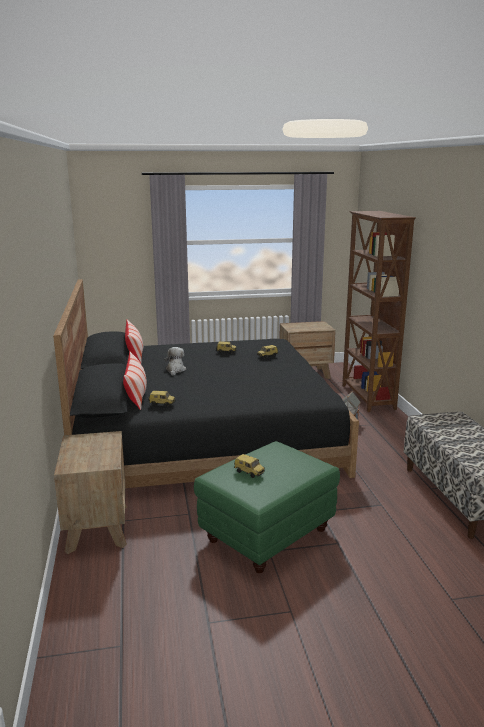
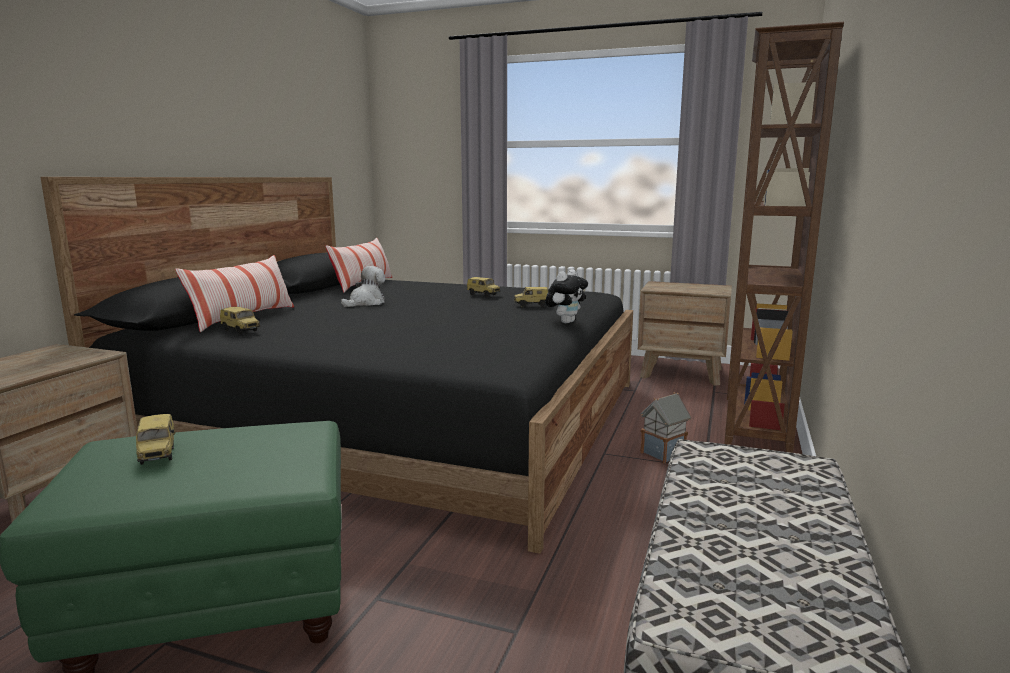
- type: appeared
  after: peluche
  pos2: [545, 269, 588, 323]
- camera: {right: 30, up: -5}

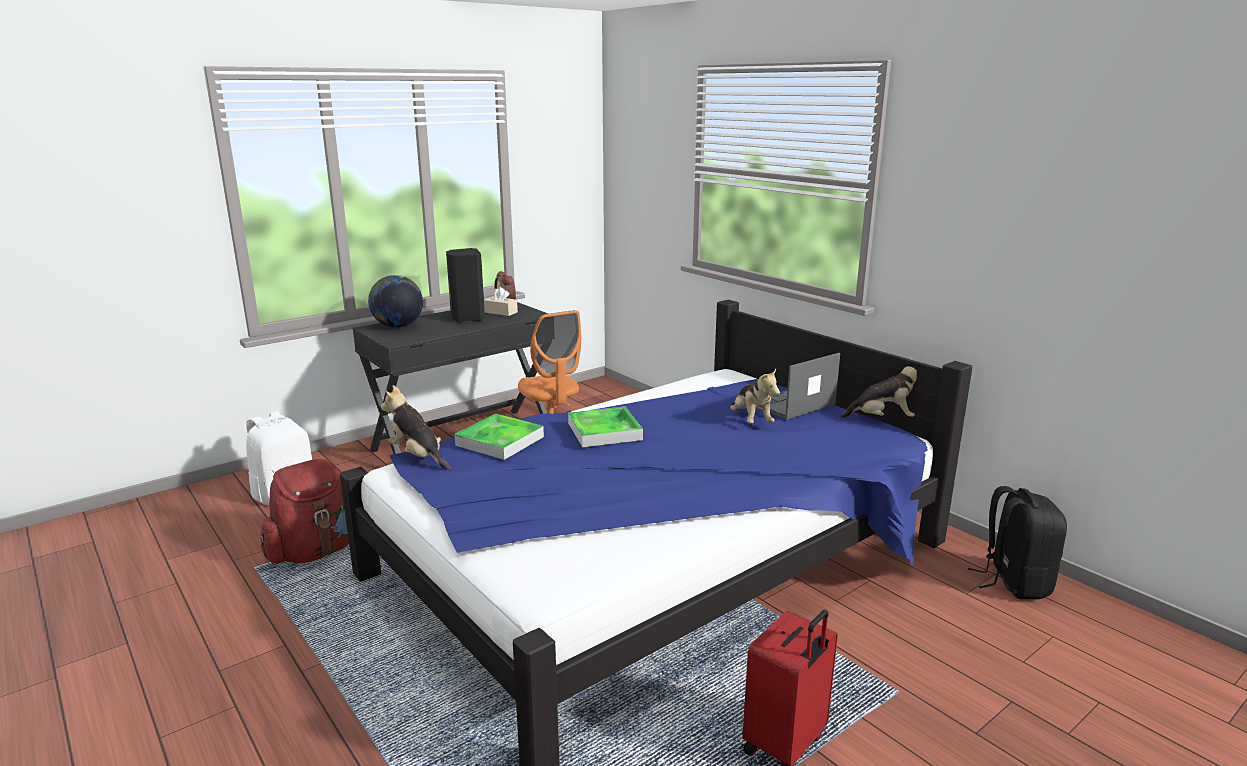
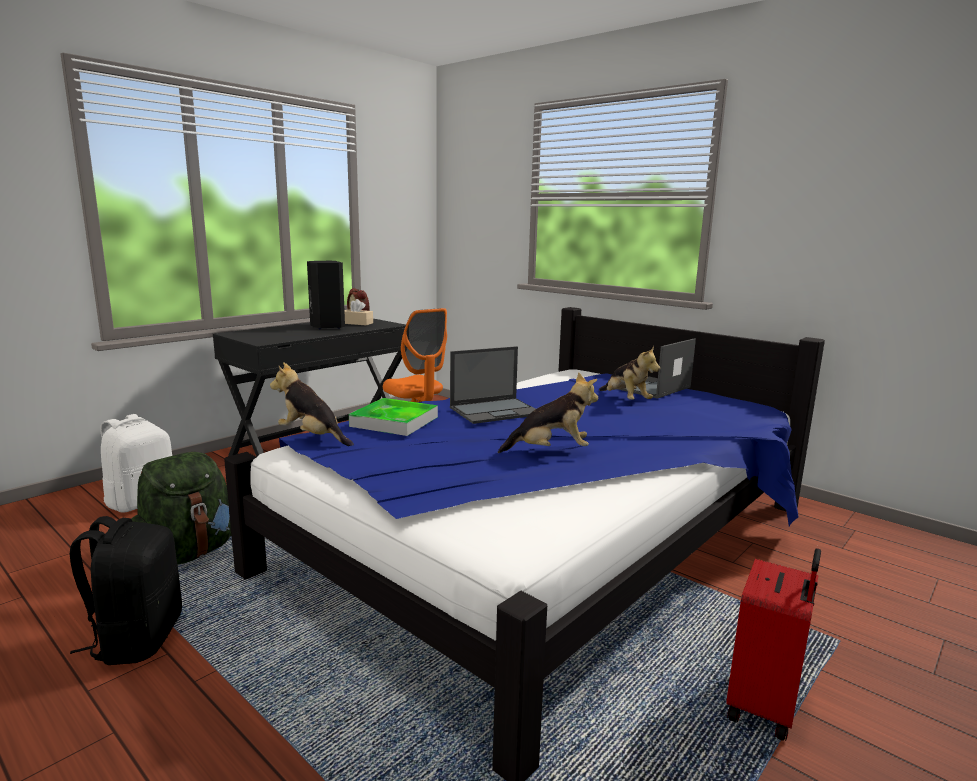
- type: colour
  before: sac à dos/rouge
  after: sac à dos/vert
  pos1: [260, 459, 349, 564]
  pos2: [131, 452, 231, 565]
- type: missing
  before: globe
  pos1: [368, 275, 423, 328]
- type: exchanged
  before: plateau
  after: ordinateur portable
  pos1: [568, 406, 643, 448]
  pos2: [450, 346, 535, 424]
- type: relocated
  before: peluche
  pos1: [839, 357, 917, 419]
  pos2: [498, 372, 598, 453]
- type: relocated
  before: sac à dos/noir
  pos1: [968, 486, 1067, 599]
  pos2: [70, 516, 182, 665]
- camera: {right: -10, up: -5}

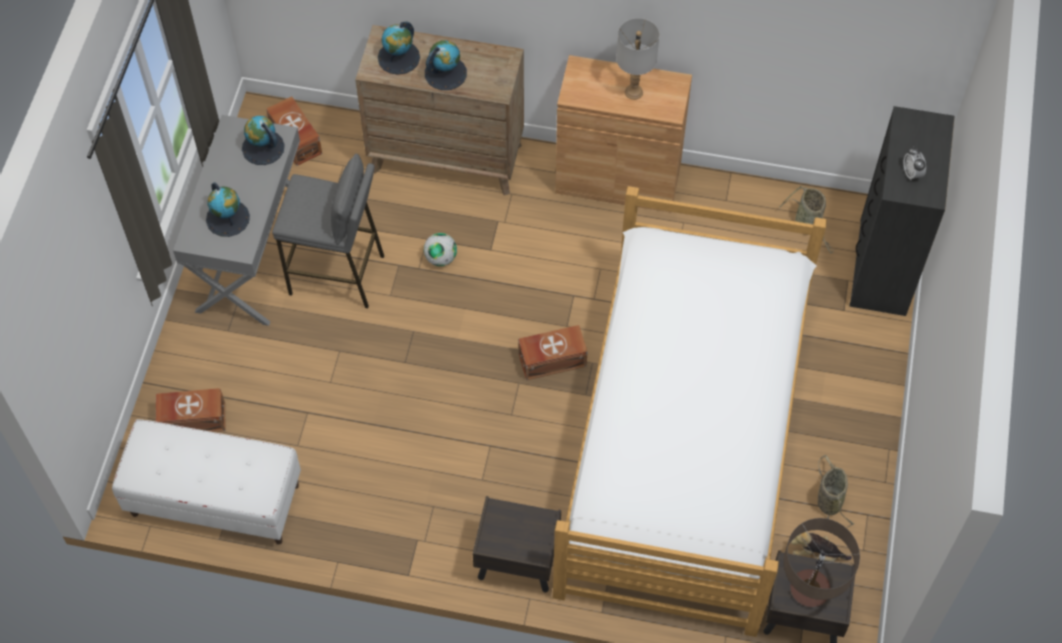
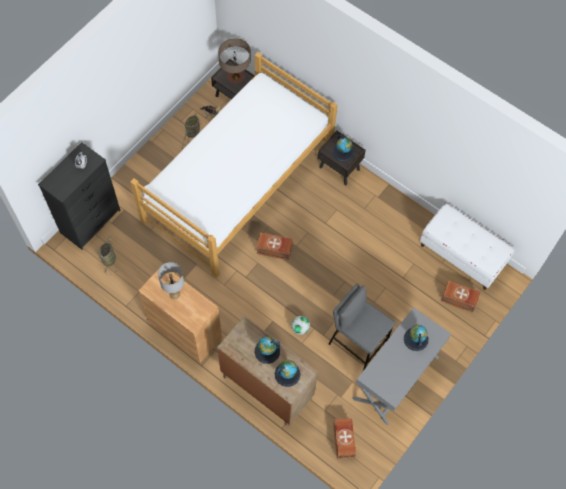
- type: relocated
  before: globe
  pos1: [242, 116, 285, 165]
  pos2: [332, 135, 354, 162]
- camera: {right: -155, up: 5}

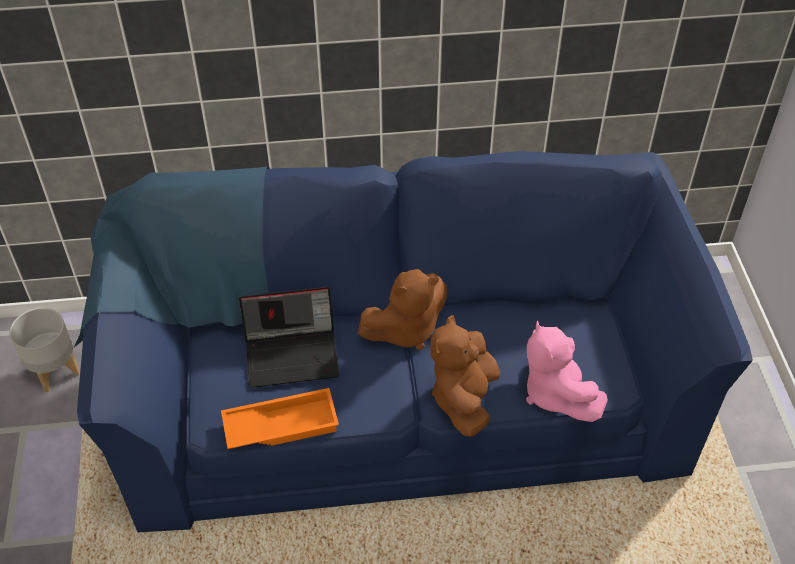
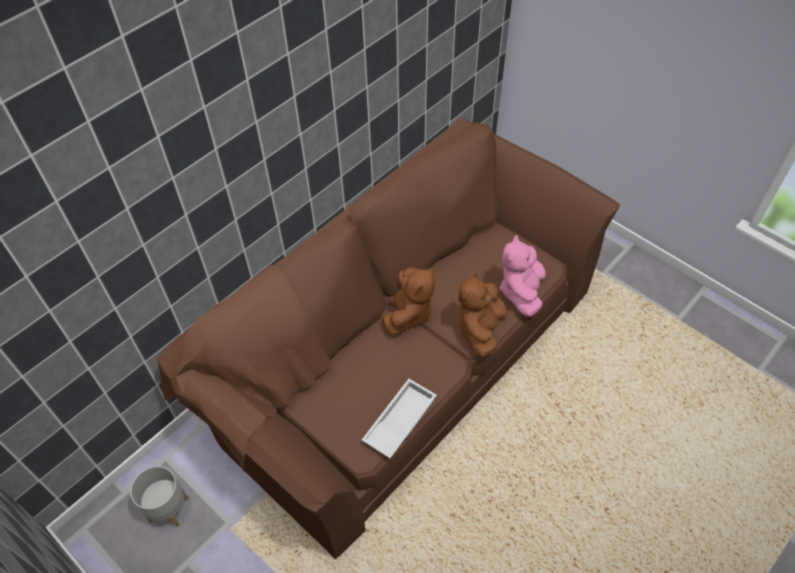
- type: colour
  before: canapé/bleu
  after: canapé/marron
  pos1: [74, 151, 753, 532]
  pos2: [157, 118, 621, 559]
- type: colour
  before: plateau/orange
  after: plateau/blanc
  pos1: [221, 388, 339, 449]
  pos2: [362, 379, 437, 458]
- type: missing
  before: ordinateur portable
  pos1: [239, 287, 339, 388]
- type: spun
  before: peluche/marron
  pos1: [430, 315, 500, 437]
  pos2: [458, 272, 507, 357]
  turn: 45
- type: spun
  before: peluche/rose
  pos1: [526, 320, 608, 422]
  pos2: [500, 235, 546, 317]
  turn: 75
- camera: {right: -40, up: 5}

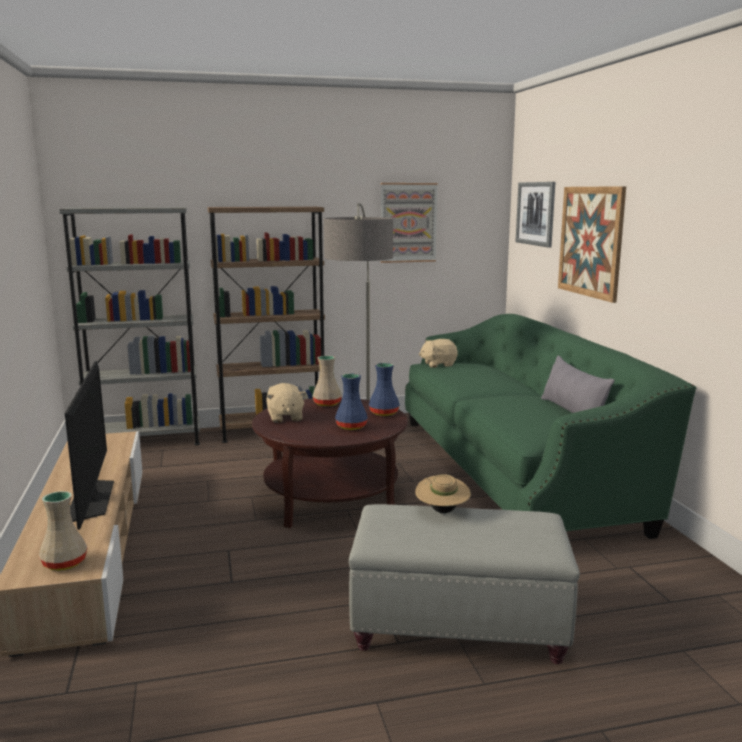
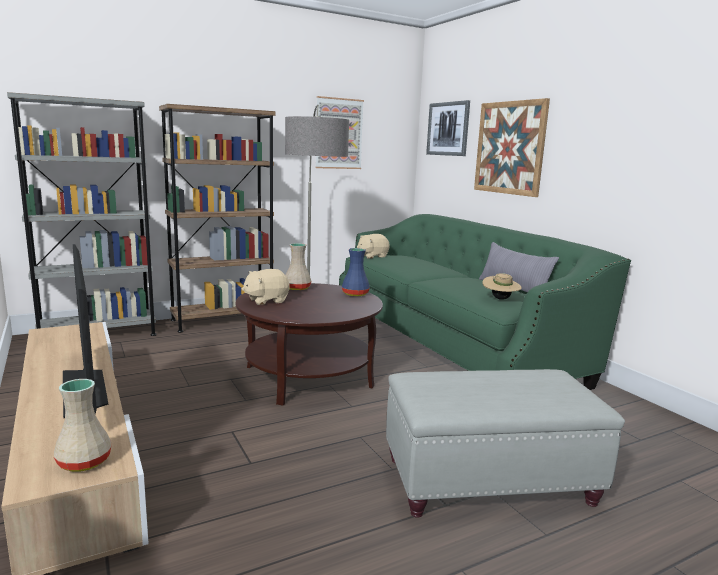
- type: spun
  before: peluche/beige
  pos1: [266, 383, 306, 423]
  pos2: [242, 269, 290, 305]
  turn: 90
- type: missing
  before: vase/bleu
  pos1: [335, 373, 368, 430]
- type: relocated
  before: chapeau/beige
  pos1: [415, 474, 471, 513]
  pos2: [482, 273, 522, 300]
- camera: {right: -15, up: 0}

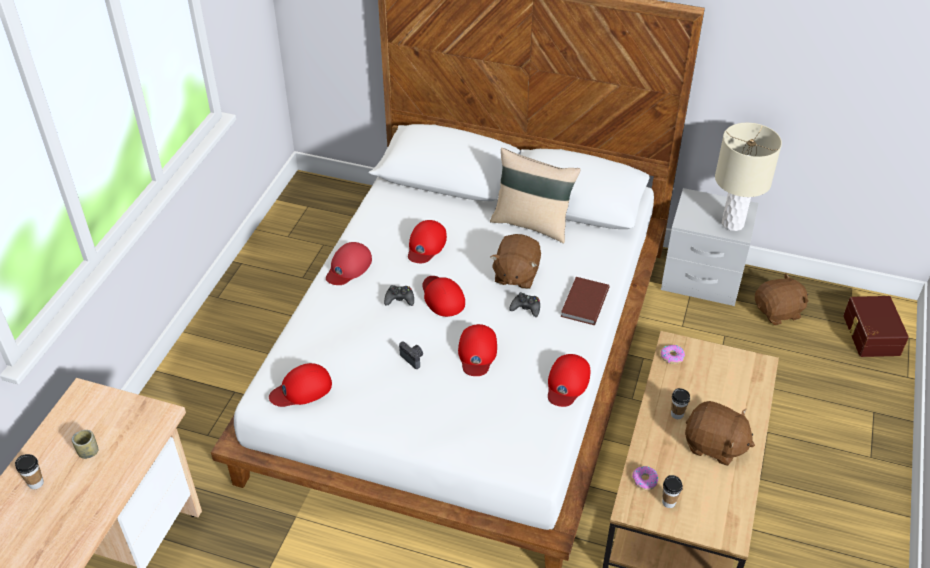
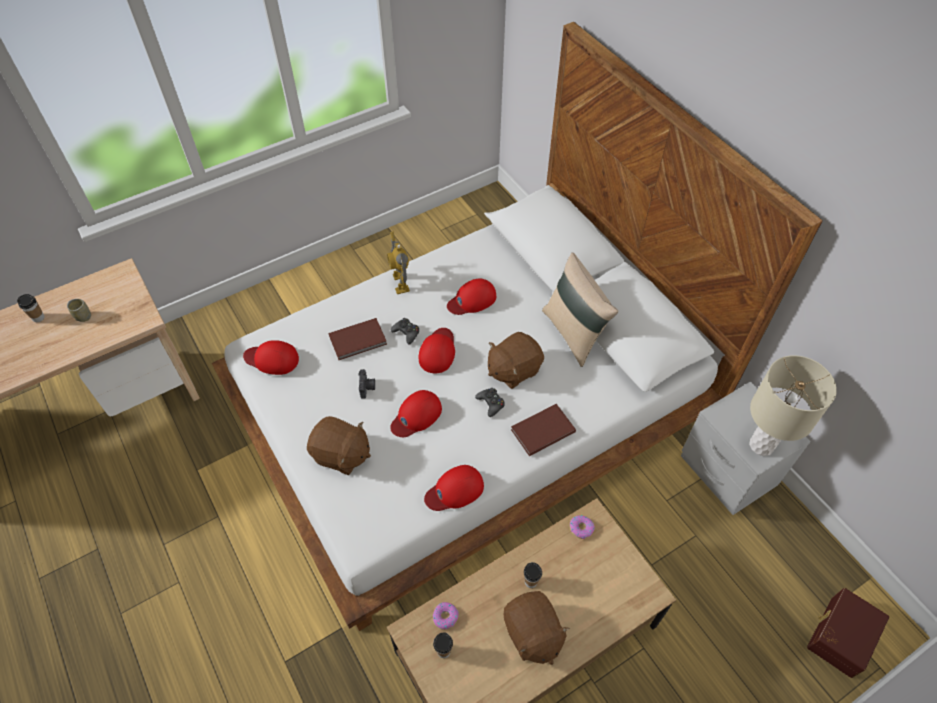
- type: exchanged
  before: casquette/rouge
  after: robot jouet
  pos1: [326, 242, 372, 285]
  pos2: [387, 231, 410, 294]
- type: relocated
  before: peluche/marron
  pos1: [755, 273, 809, 325]
  pos2: [307, 416, 371, 475]
- type: appeared
  after: livre/marron
  pos2: [328, 318, 387, 360]
- camera: {right: 40, up: 10}

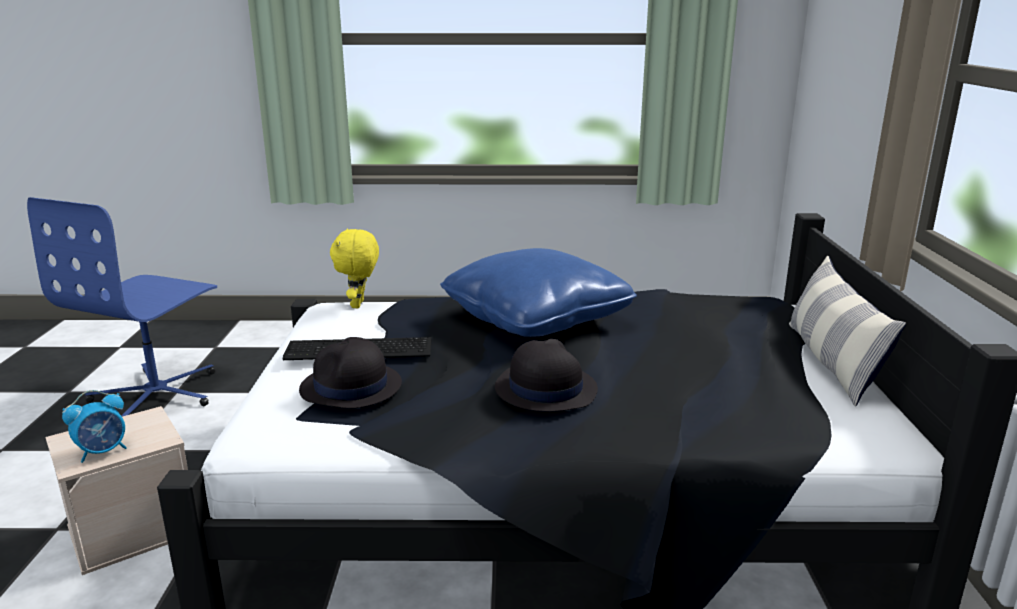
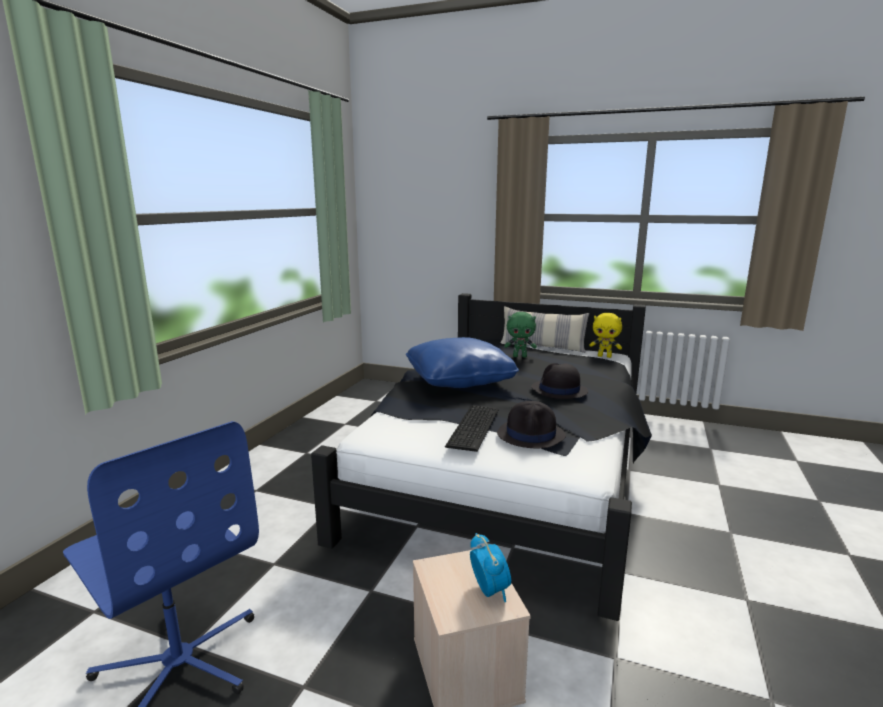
- type: relocated
  before: peluche/jaune
  pos1: [330, 229, 379, 308]
  pos2: [589, 313, 622, 358]
- type: appeared
  after: peluche/vert
  pos2: [504, 312, 537, 358]
- camera: {right: -70, up: -5}

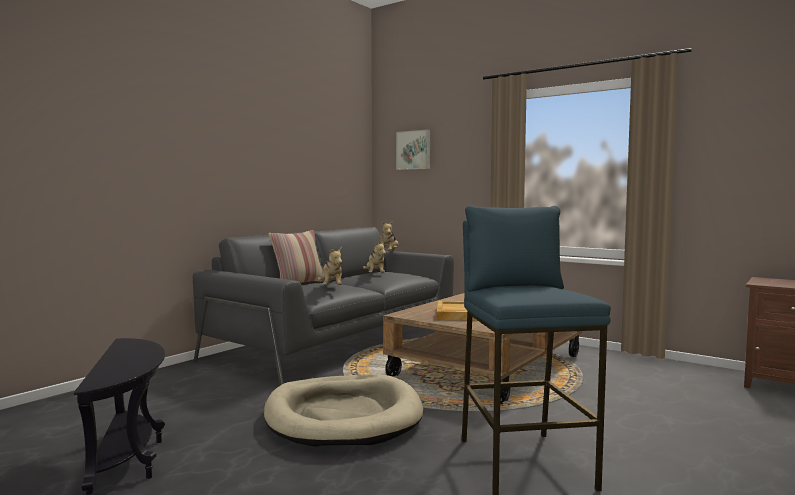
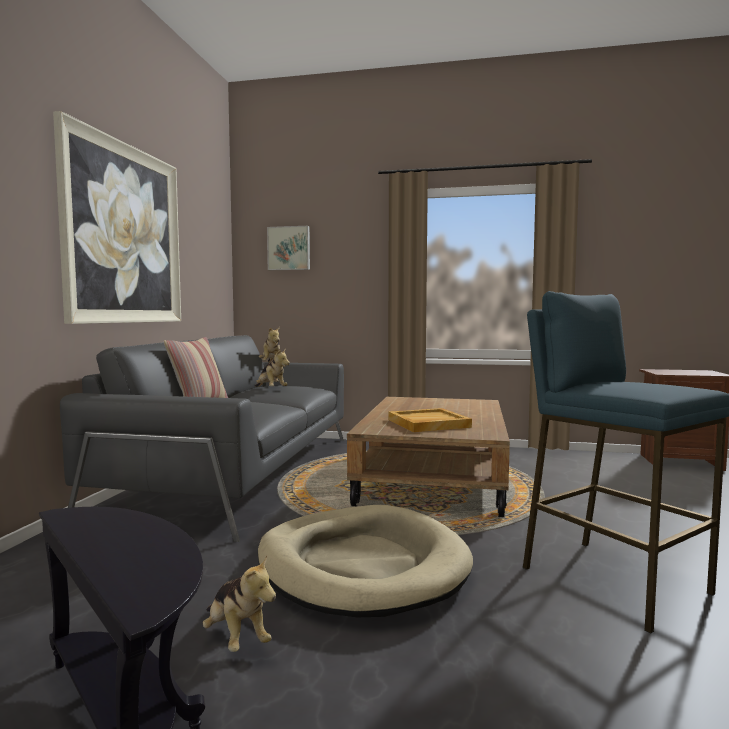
- type: relocated
  before: peluche
  pos1: [318, 247, 342, 285]
  pos2: [203, 556, 276, 652]
- type: appeared
  after: tableau
  pos2: [53, 111, 181, 324]
- camera: {right: -25, up: 0}

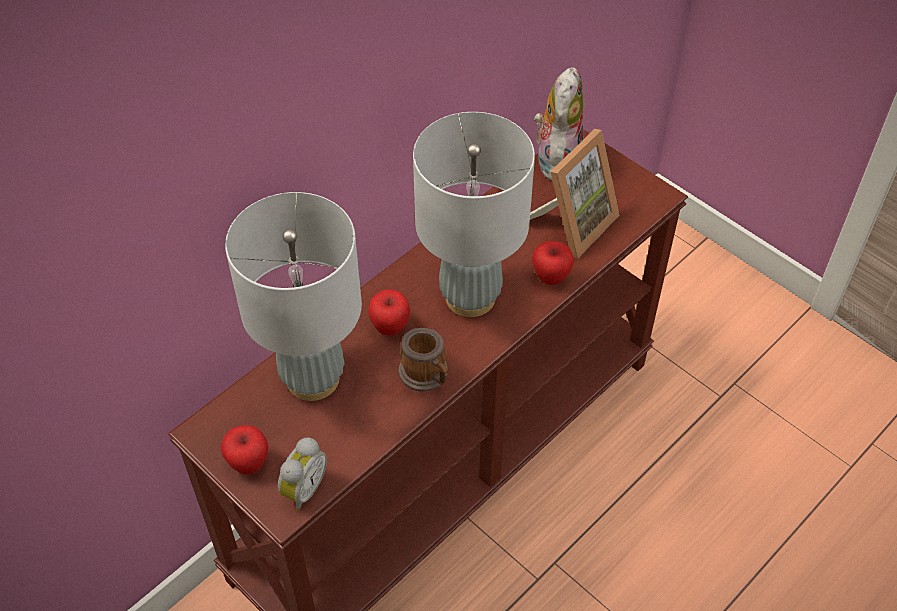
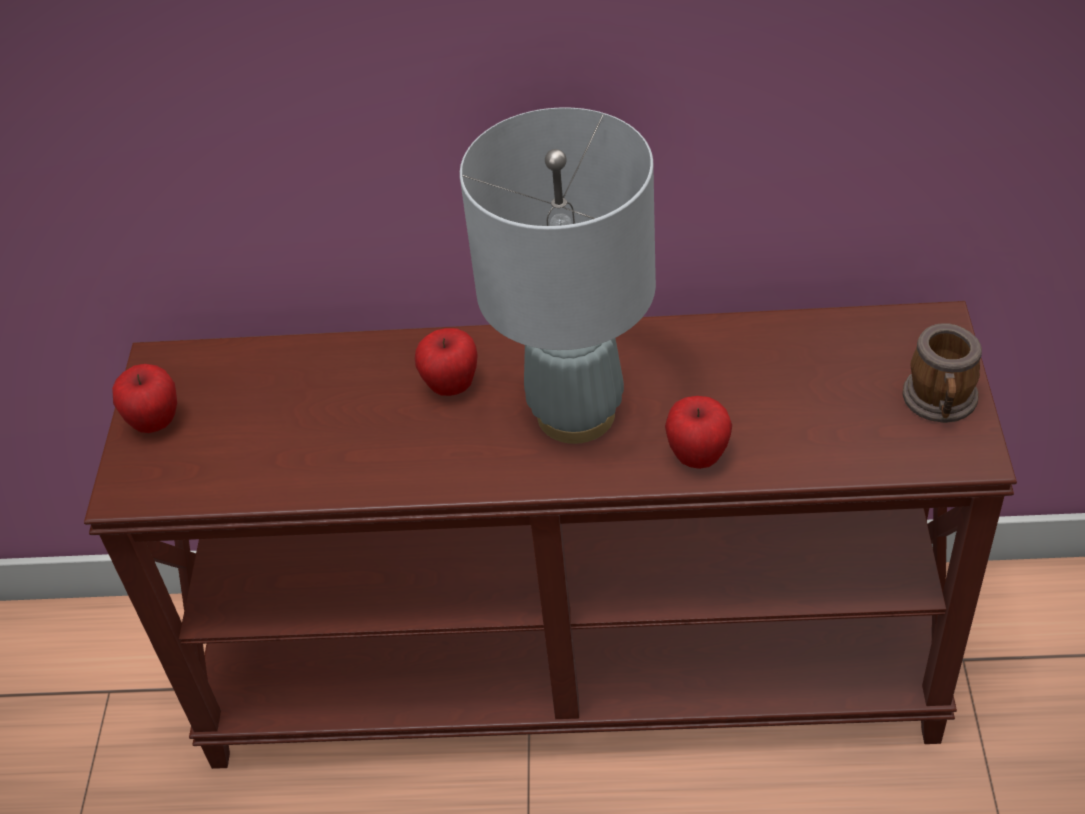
- type: missing
  before: lampe de table/gris
  pos1: [225, 192, 362, 401]
- type: missing
  before: réveil
  pos1: [278, 437, 327, 511]
- type: relocated
  before: mug
  pos1: [398, 328, 448, 391]
  pos2: [902, 324, 982, 423]
- type: missing
  before: cadre photo
  pos1: [530, 129, 619, 258]
- type: missing
  before: peluche
  pos1: [534, 67, 584, 181]
- camera: {right: 50, up: -5}

